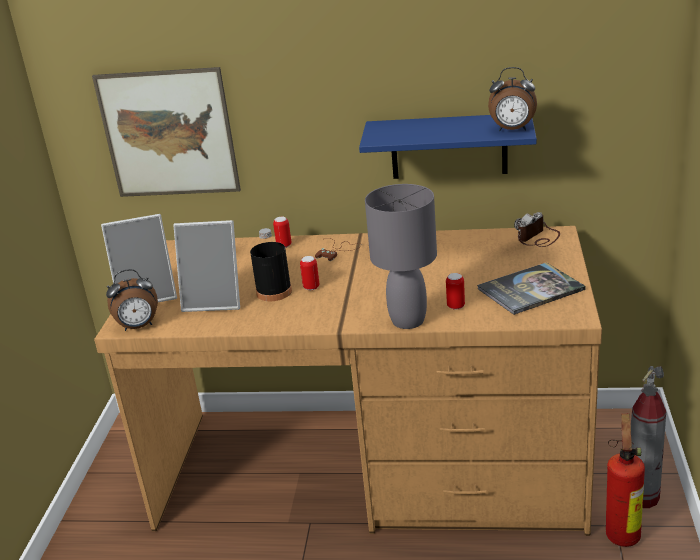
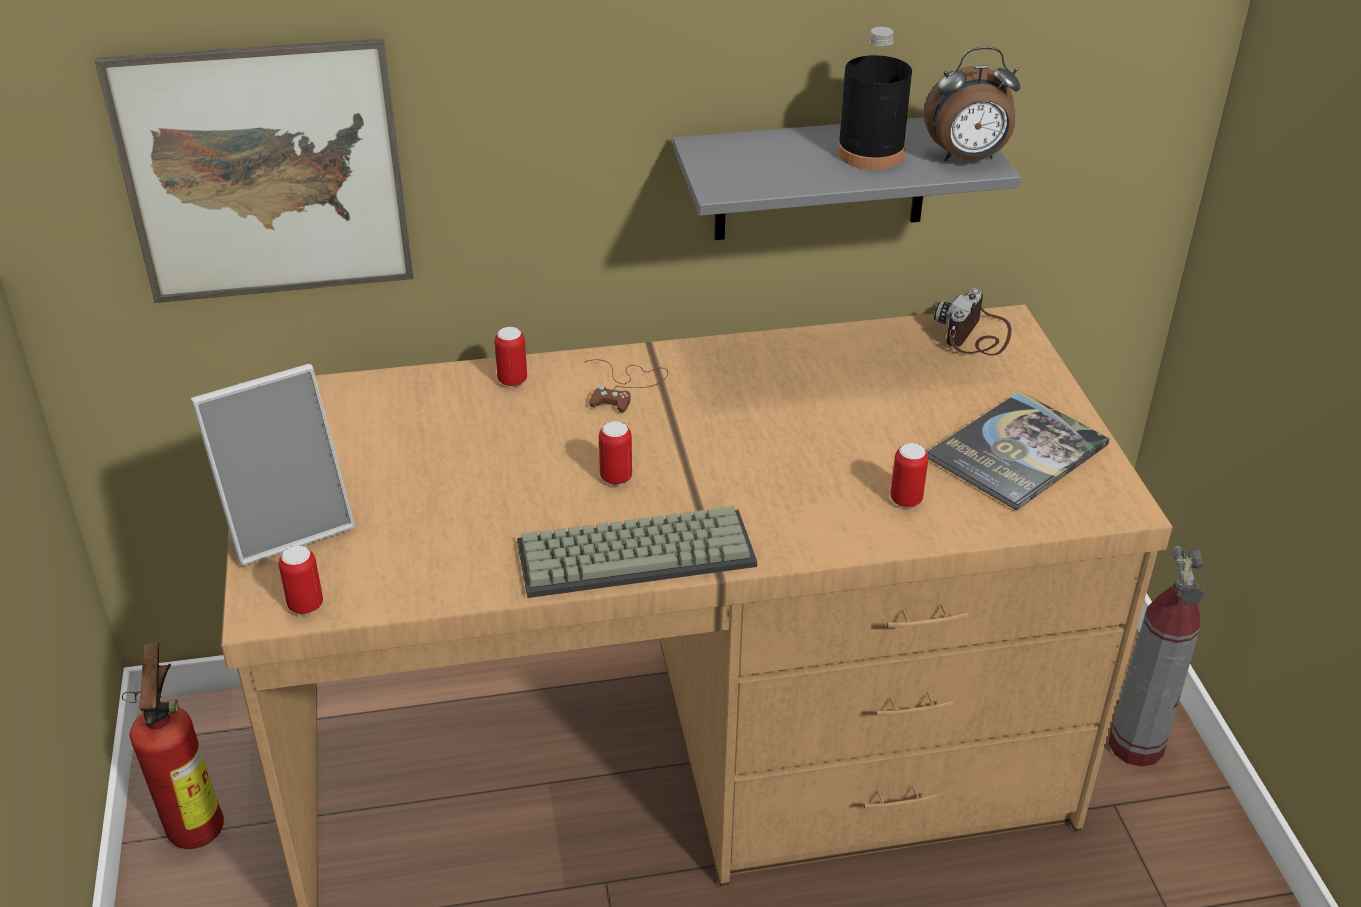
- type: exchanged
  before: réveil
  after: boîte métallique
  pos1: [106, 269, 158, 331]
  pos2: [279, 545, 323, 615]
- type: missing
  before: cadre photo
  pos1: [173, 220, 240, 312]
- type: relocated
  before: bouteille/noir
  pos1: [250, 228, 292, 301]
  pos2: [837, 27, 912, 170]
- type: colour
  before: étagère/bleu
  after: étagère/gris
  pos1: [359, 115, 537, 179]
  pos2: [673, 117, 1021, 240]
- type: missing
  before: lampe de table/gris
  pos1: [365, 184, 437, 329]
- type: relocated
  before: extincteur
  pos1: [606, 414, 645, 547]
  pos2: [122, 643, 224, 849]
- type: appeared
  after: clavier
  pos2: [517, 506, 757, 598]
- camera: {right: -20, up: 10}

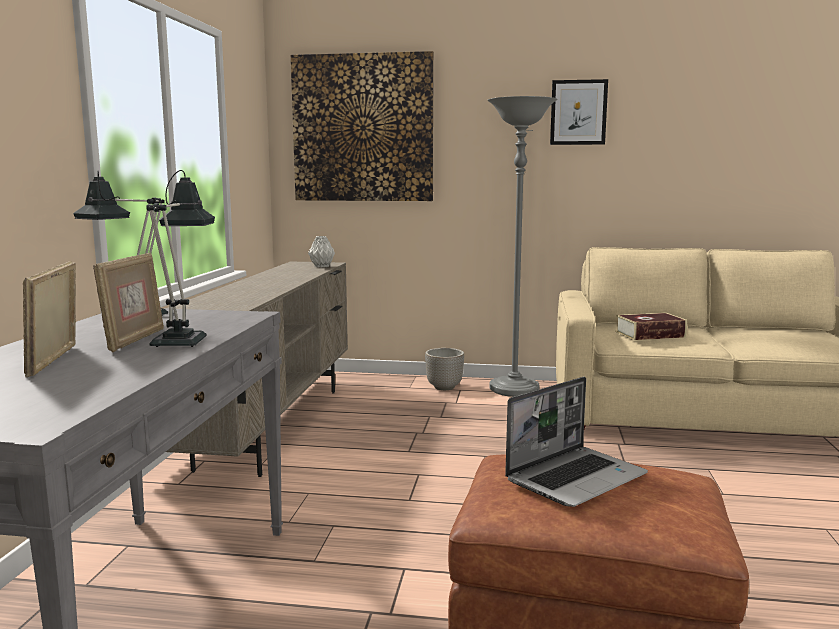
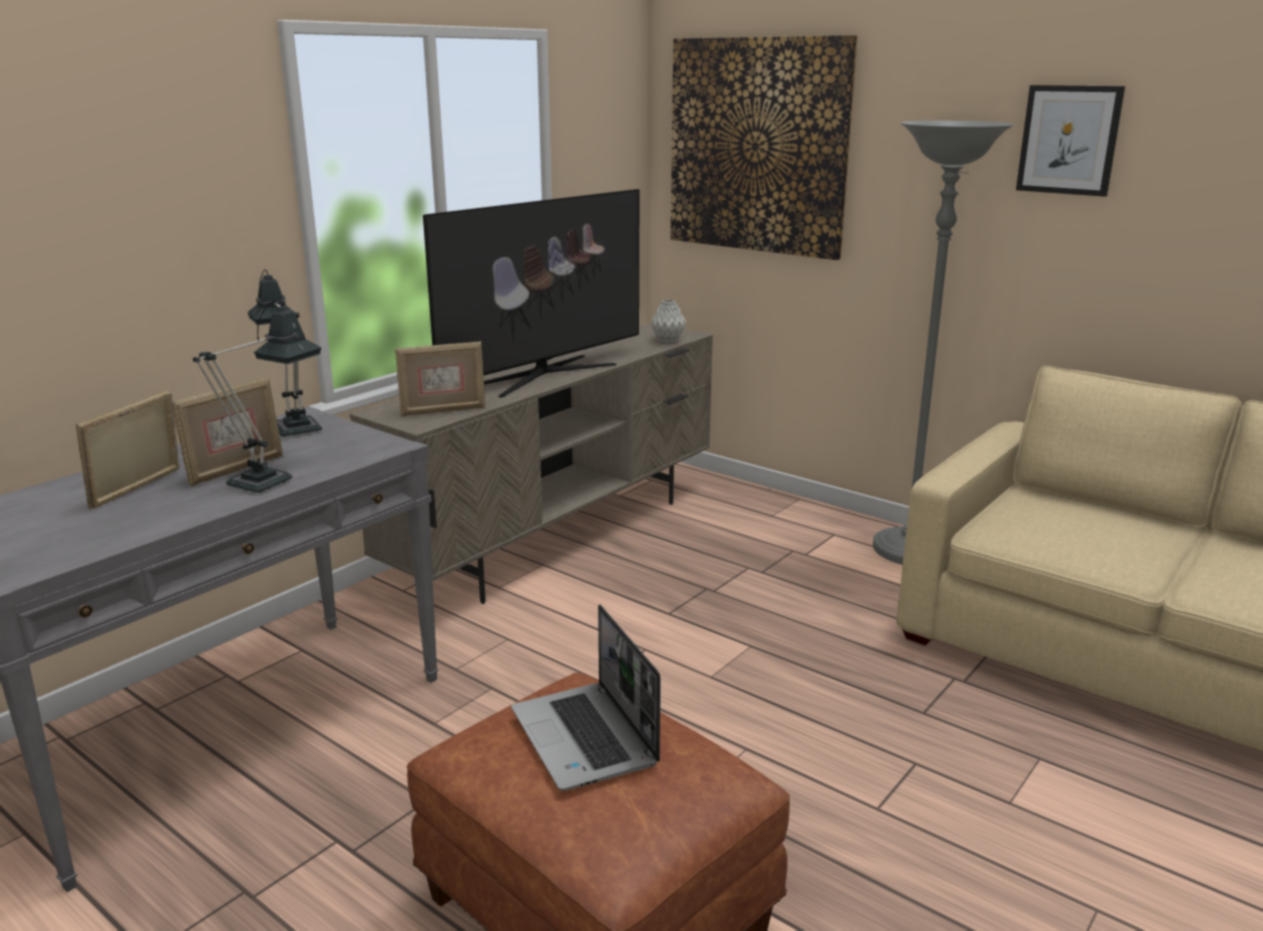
- type: missing
  before: cache-pot
  pos1: [425, 348, 464, 390]
- type: spun
  before: ordinateur portable
  pos1: [505, 377, 648, 507]
  pos2: [511, 604, 661, 791]
  turn: 75
- type: missing
  before: livre
  pos1: [615, 313, 687, 340]
- type: appeared
  after: cadre photo
  pos2: [395, 341, 486, 417]
- type: appeared
  after: téléviseur
  pos2: [423, 189, 639, 398]
- camera: {right: 30, up: 10}

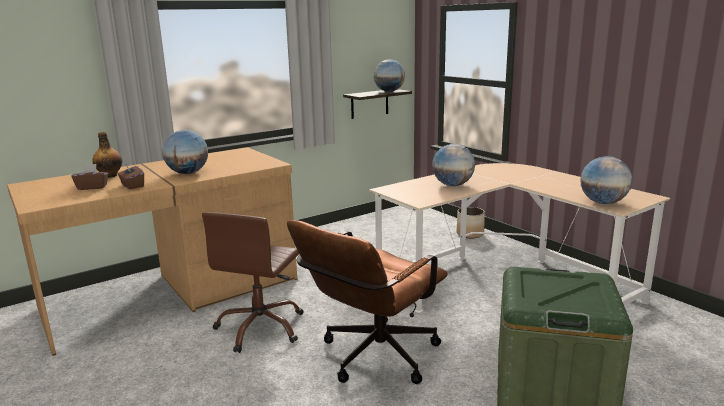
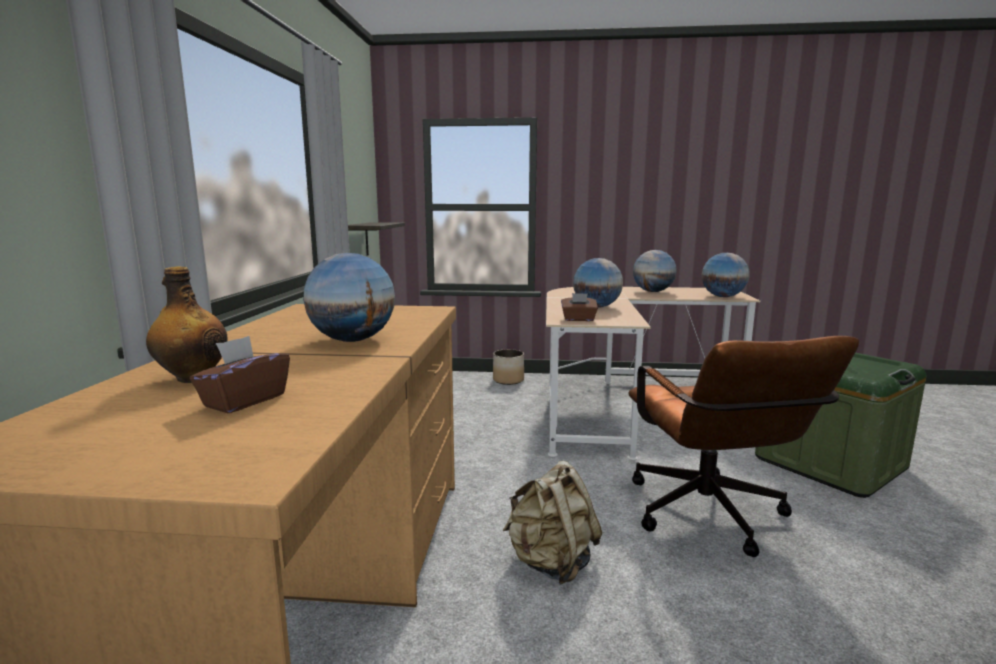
- type: relocated
  before: boîte à mouchoirs/marron
  pos1: [117, 164, 144, 189]
  pos2: [561, 293, 598, 321]
- type: exchanged
  before: chaise de bureau/marron
  after: sac à dos/beige
  pos1: [202, 212, 303, 353]
  pos2: [503, 461, 602, 585]
- type: relocated
  before: globe
  pos1: [374, 59, 405, 92]
  pos2: [633, 250, 677, 292]
- camera: {right: -50, up: -5}

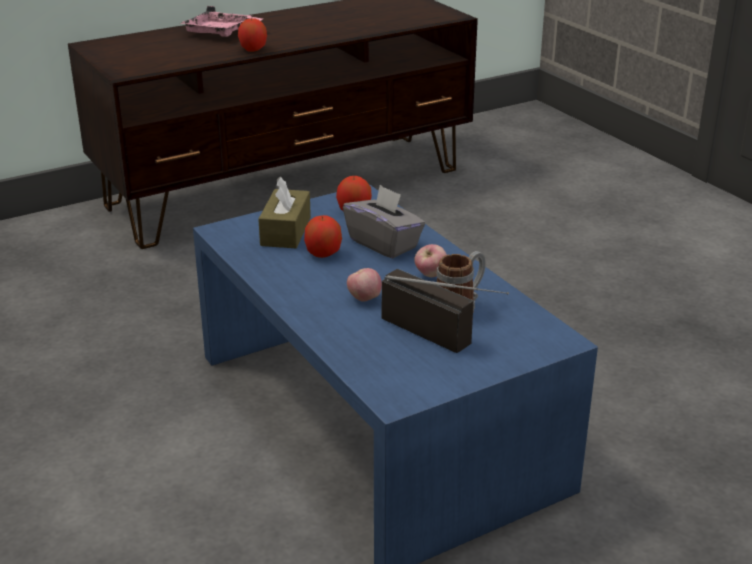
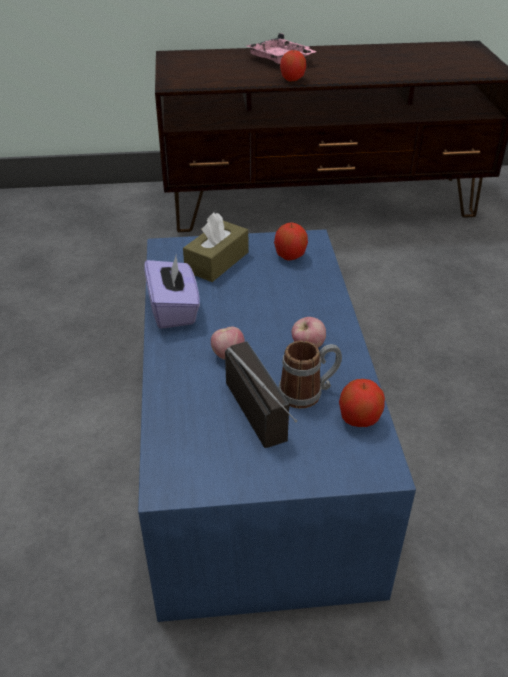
- type: relocated
  before: pomme
  pos1: [304, 215, 342, 258]
  pos2: [339, 379, 385, 427]
- type: missing
  before: boîte à mouchoirs/gris
  pos1: [343, 185, 426, 259]
- type: appeared
  after: boîte à mouchoirs/violet
  pos2: [144, 253, 200, 329]
- camera: {right: 25, up: 10}

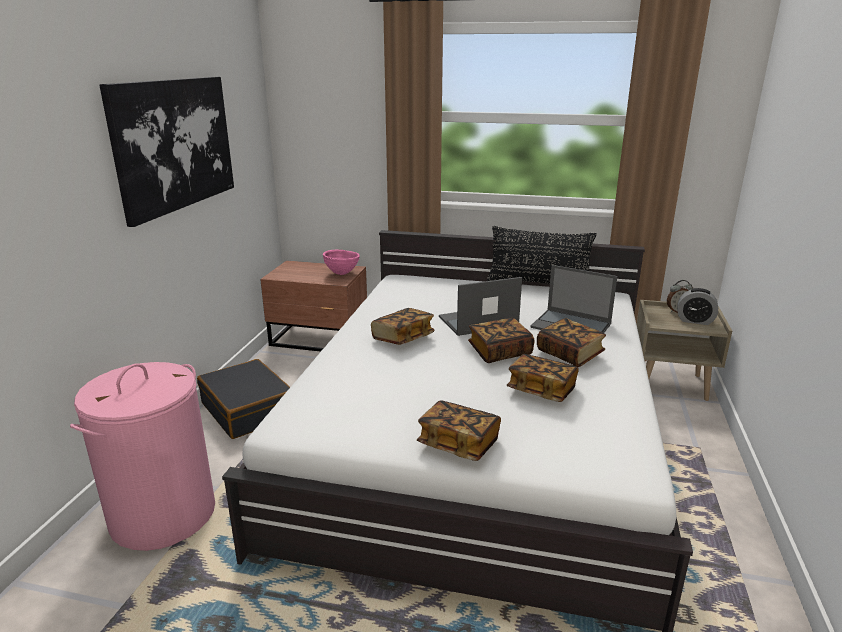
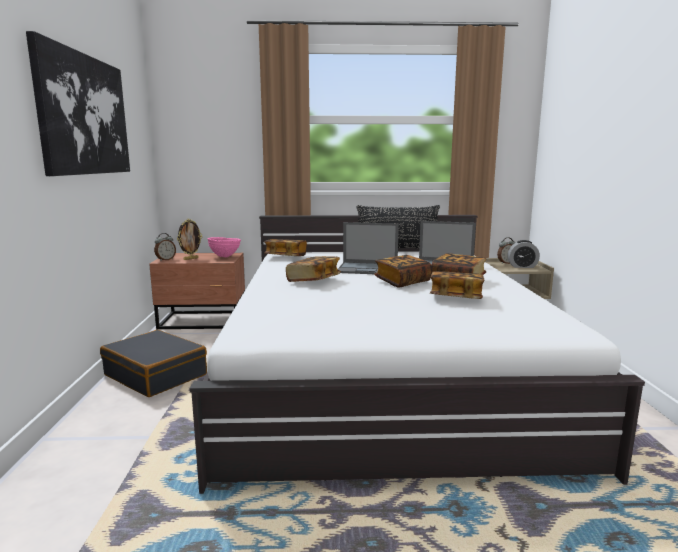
- type: missing
  before: panier à linge/rose
  pos1: [70, 362, 215, 551]
- type: relocated
  before: livre
  pos1: [417, 400, 501, 461]
  pos2: [264, 239, 307, 256]
- type: spun
  before: ordinateur portable
  pos1: [439, 277, 522, 336]
  pos2: [338, 222, 399, 274]
  turn: -135
- type: appeared
  after: réveil
  pos2: [154, 233, 176, 261]
- type: appeared
  after: cadre photo
  pos2: [177, 219, 202, 260]
- camera: {right: -15, up: -10}

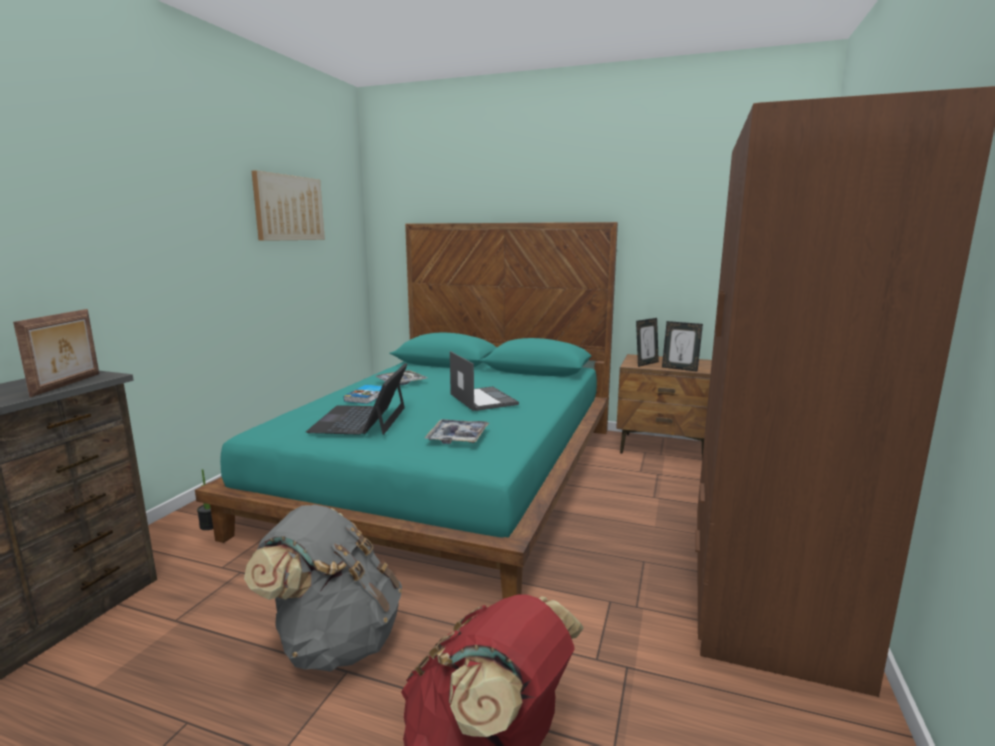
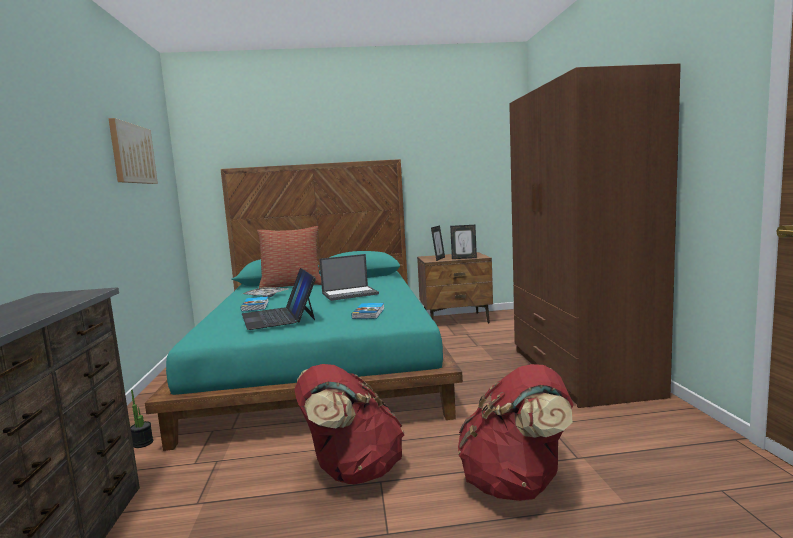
- type: missing
  before: cadre photo
  pos1: [13, 309, 99, 397]
- type: colour
  before: sac à dos/gris
  after: sac à dos/rouge
  pos1: [244, 505, 402, 671]
  pos2: [294, 364, 404, 485]
- type: exchanged
  before: plateau
  after: livre
  pos1: [425, 419, 489, 444]
  pos2: [352, 303, 385, 319]
- type: spun
  before: ordinateur portable
  pos1: [450, 351, 519, 411]
  pos2: [319, 254, 379, 301]
  turn: 120
- type: appeared
  after: coussin
  pos2: [257, 226, 321, 288]
- camera: {right: -25, up: -5}

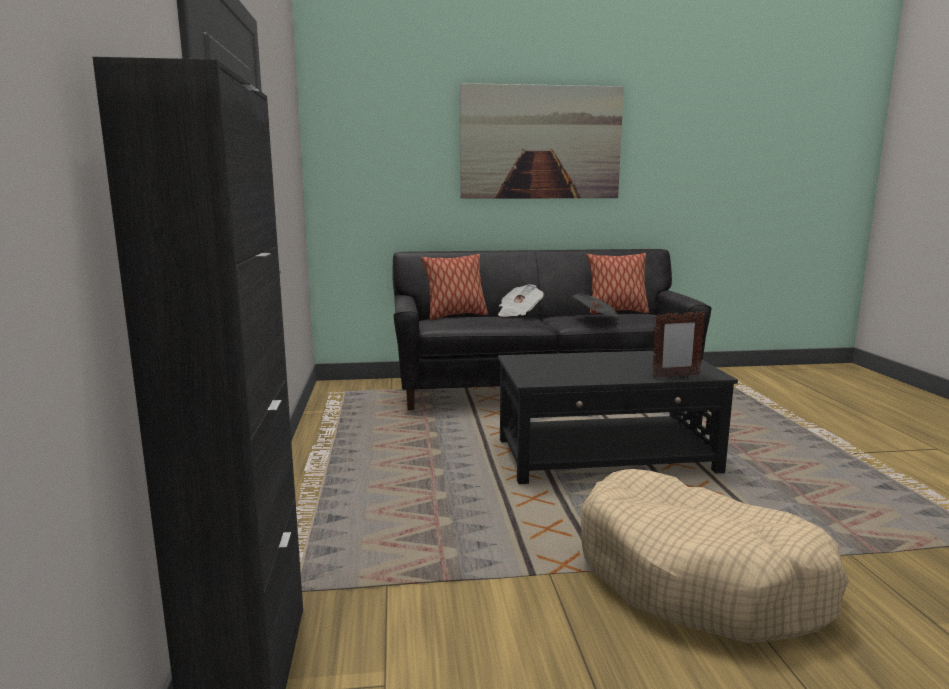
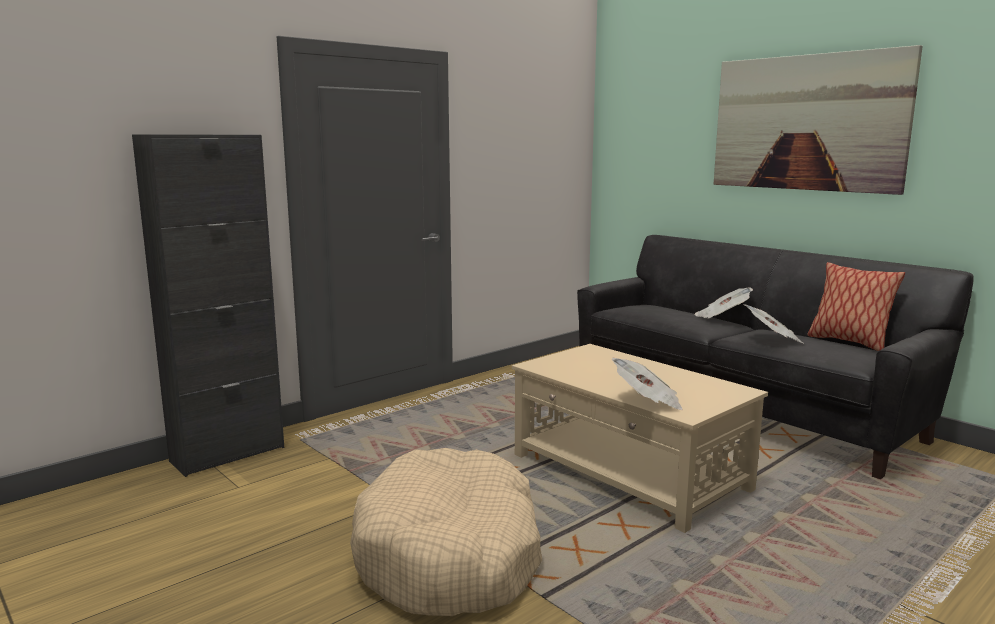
- type: missing
  before: coussin
  pos1: [421, 254, 488, 320]
- type: colour
  before: table basse/noir
  after: table basse/beige
  pos1: [498, 351, 738, 484]
  pos2: [512, 344, 768, 533]
- type: exchanged
  before: cadre photo
  after: journal
  pos1: [652, 311, 706, 378]
  pos2: [612, 358, 683, 410]
- camera: {right: 55, up: 0}

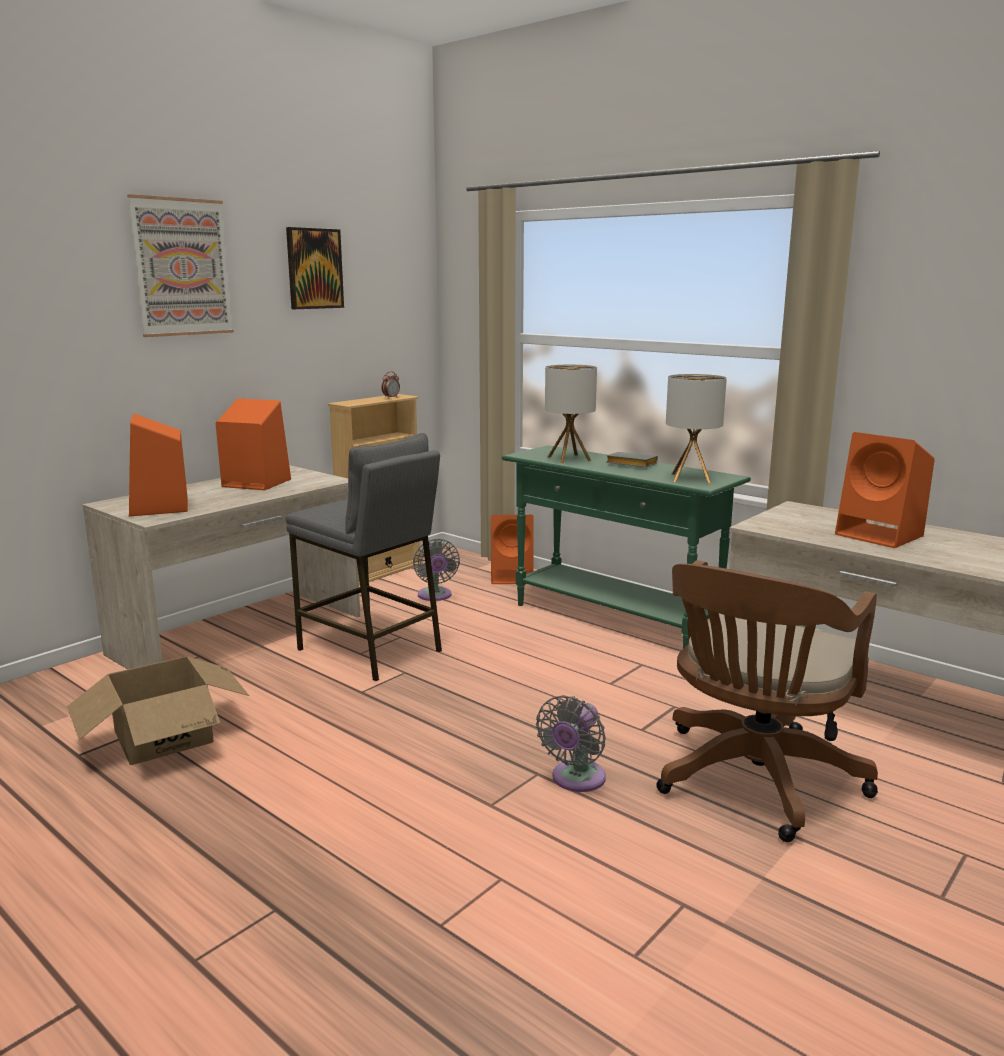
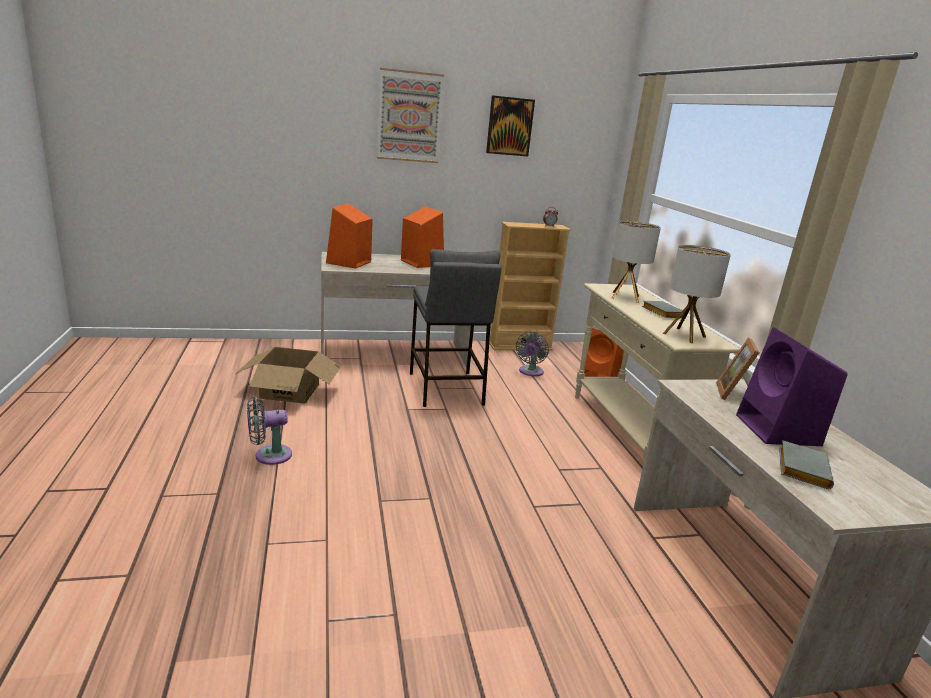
- type: colour
  before: table console/vert
  after: table console/beige
  pos1: [502, 445, 751, 649]
  pos2: [575, 283, 740, 469]
- type: relocated
  before: ventilateur/gris
  pos1: [536, 695, 606, 792]
  pos2: [247, 396, 292, 465]
- type: missing
  before: chaise de bureau/marron
  pos1: [657, 560, 878, 842]
- type: colour
  before: enceinte/orange
  after: enceinte/violet
  pos1: [835, 432, 935, 548]
  pos2: [736, 327, 848, 446]
- type: appeared
  after: cadre photo
  pos2: [716, 337, 759, 400]
- type: appeared
  after: livre/gris
  pos2: [779, 440, 834, 489]
- camera: {right: 35, up: 5}

